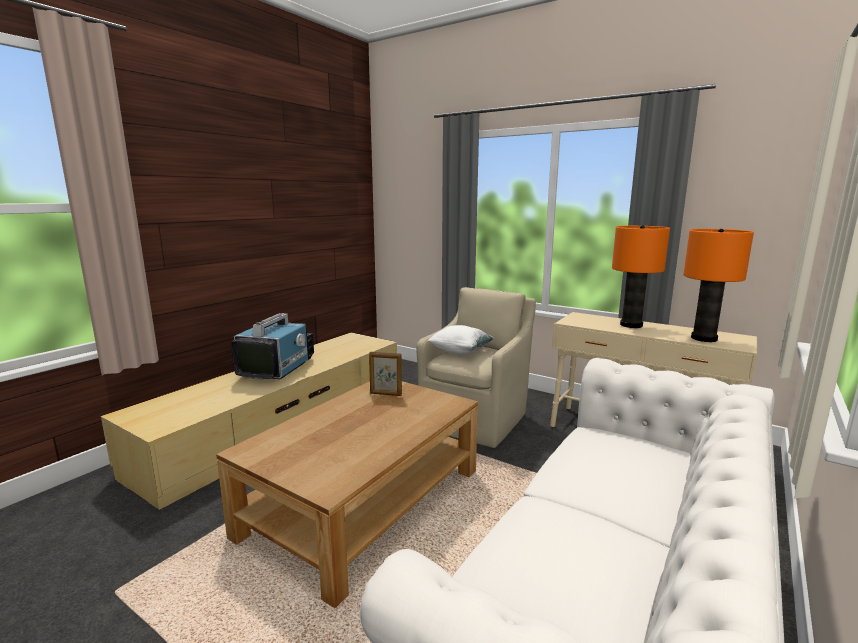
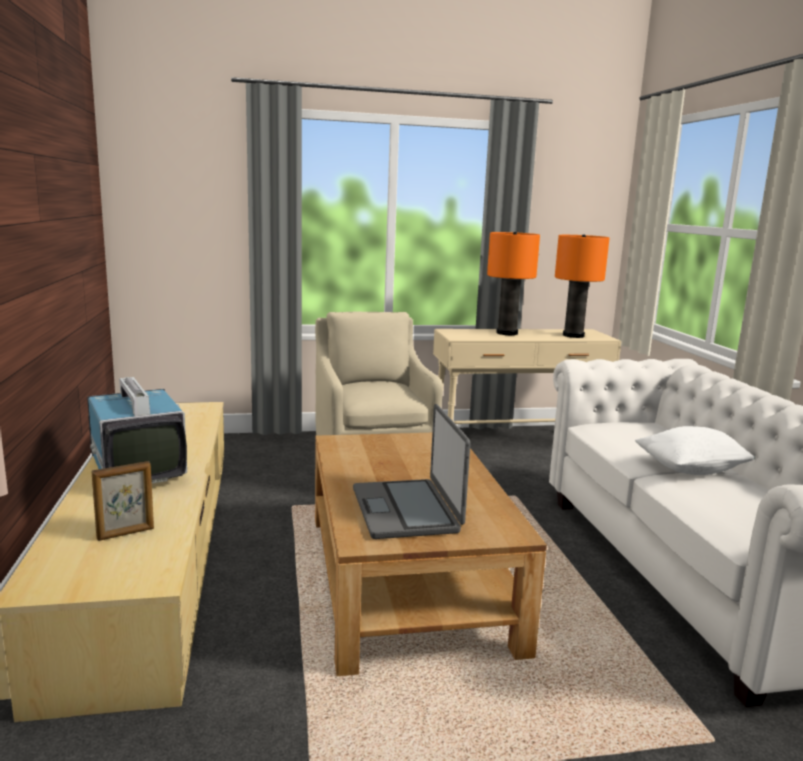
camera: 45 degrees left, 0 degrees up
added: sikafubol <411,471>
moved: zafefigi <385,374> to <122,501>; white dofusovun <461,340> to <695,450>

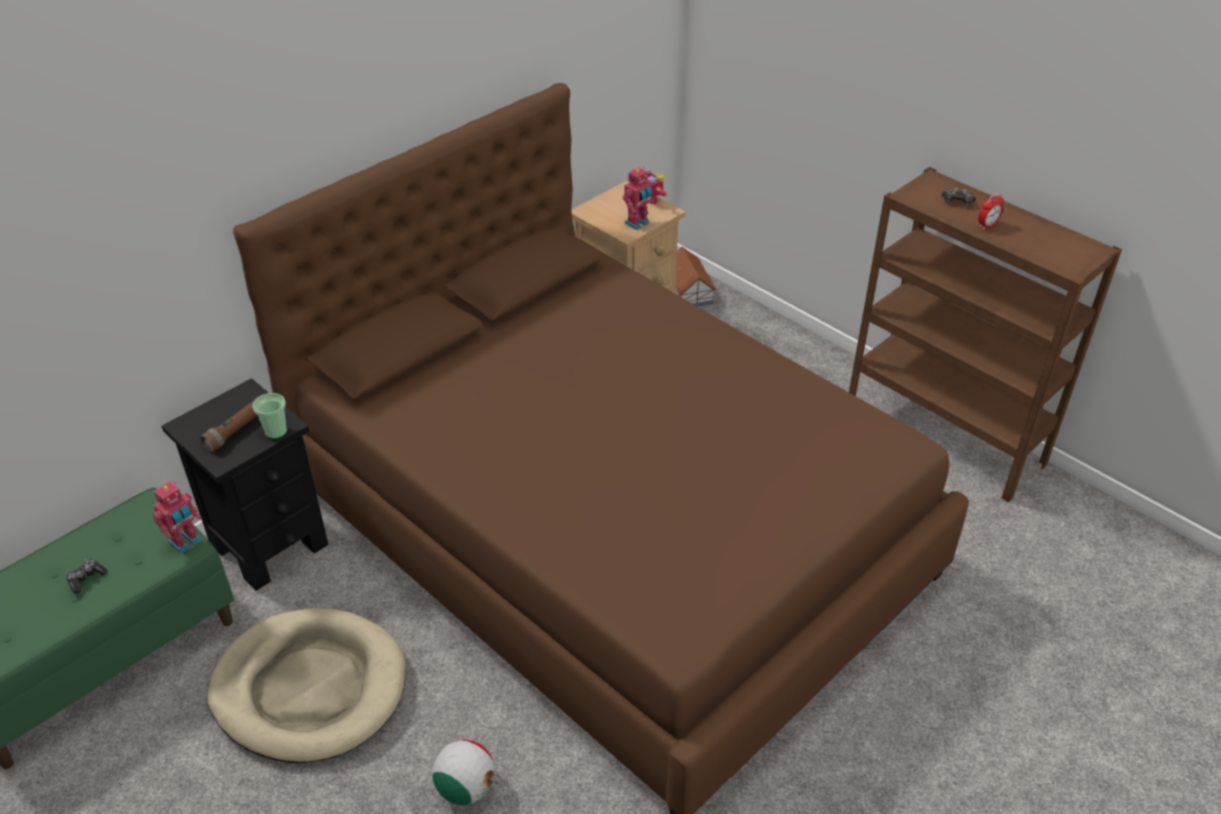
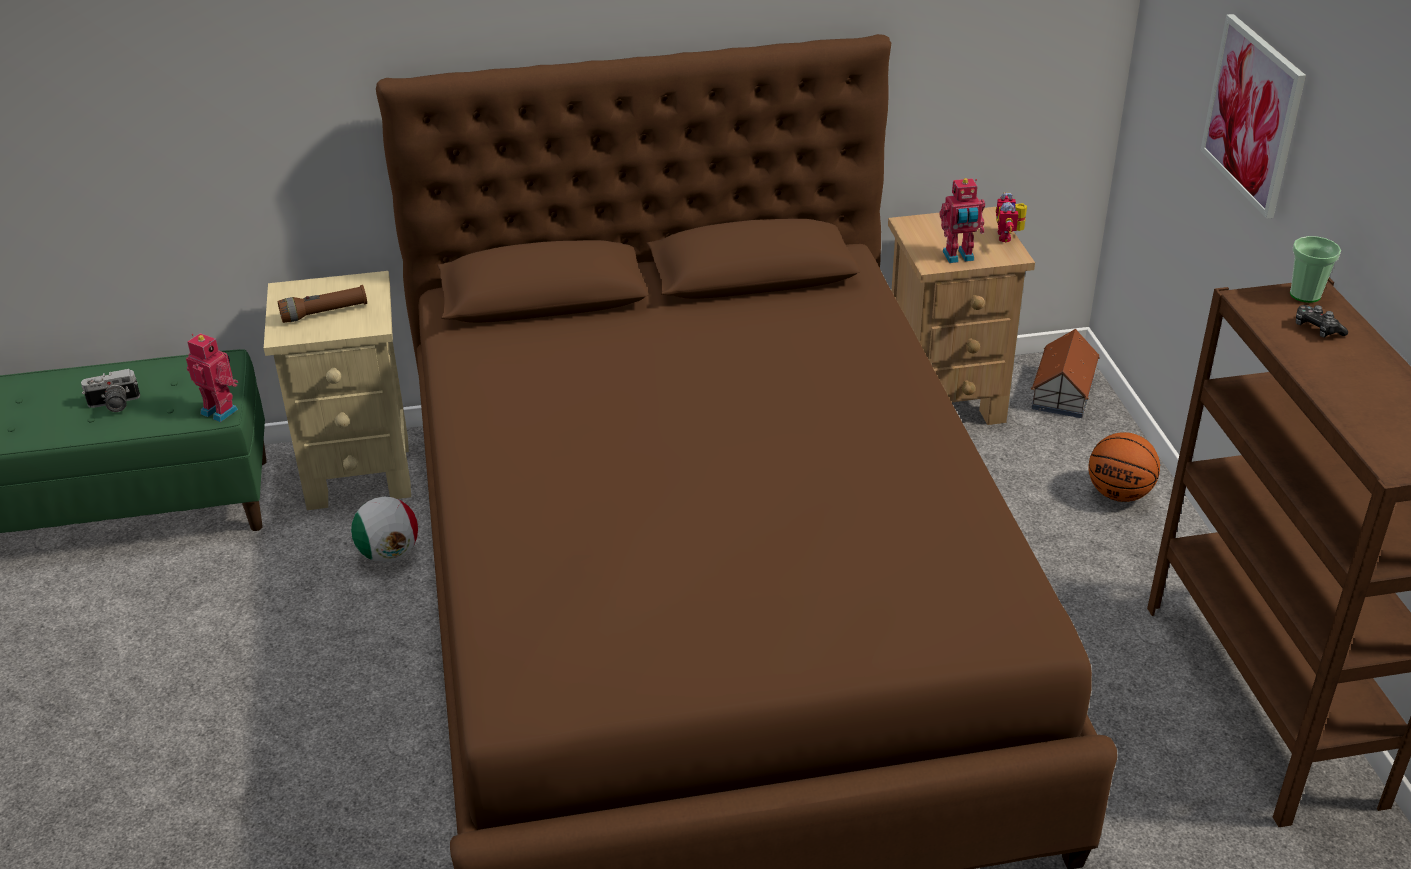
camera: 35 degrees right, 5 degrees down
removed: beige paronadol <306,685>; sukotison <991,211>
added: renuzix <1124,467>; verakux <1253,116>
moved: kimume <270,416> to <1315,269>; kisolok <463,772> to <384,529>
replaced: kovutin <86,576> to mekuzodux <110,390>
recoloured: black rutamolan <245,484> to beige rutamolan <337,390>
turned: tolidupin <177,517> = <212,377> 135 degrees counterclockwise

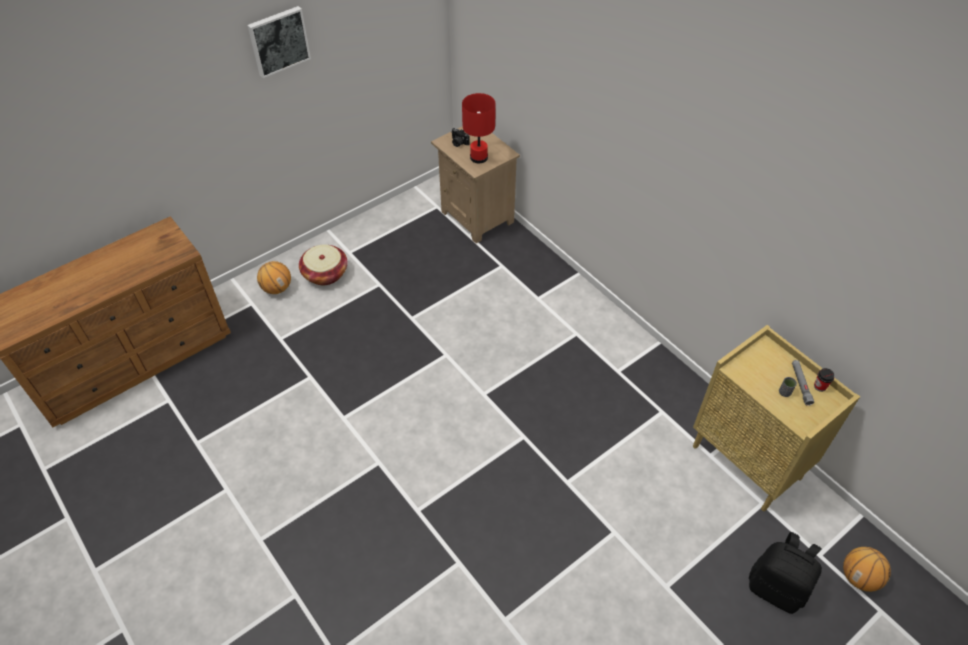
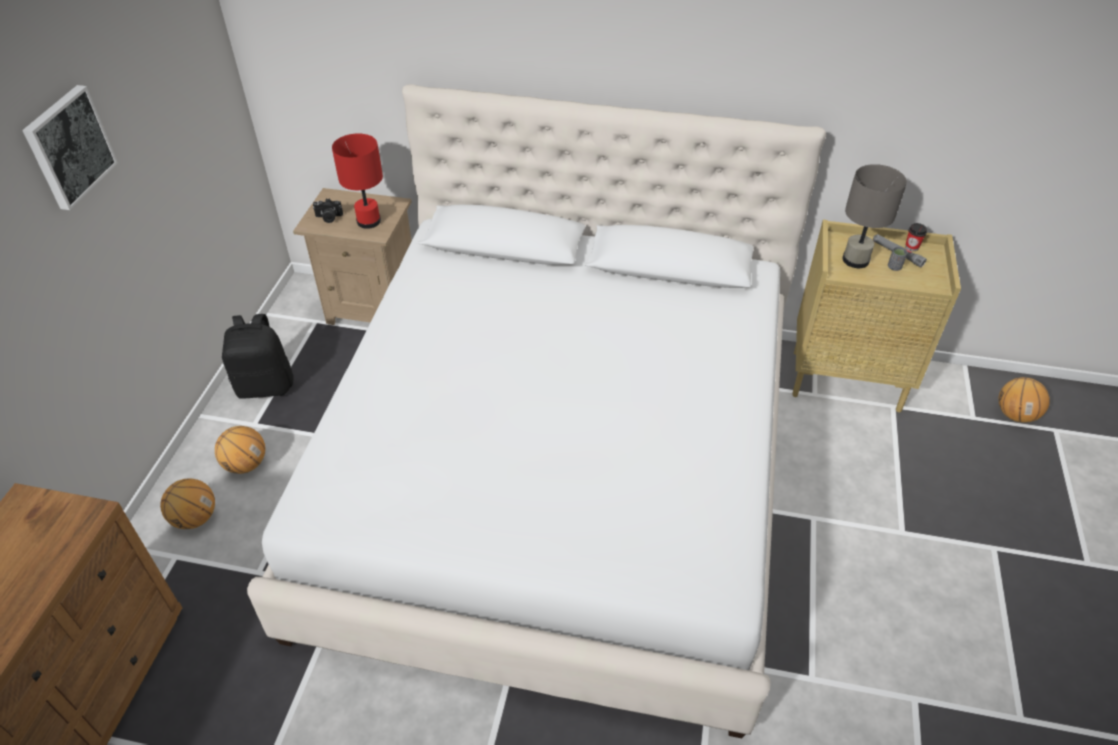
camera: 40 degrees left, 5 degrees down
added: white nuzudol <536,411>; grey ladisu <875,216>
moved: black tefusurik <785,573> to <258,356>
replaced: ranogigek <323,264> to renuzix <240,450>

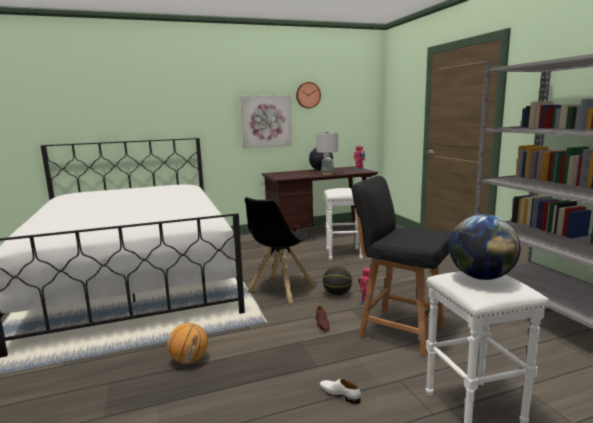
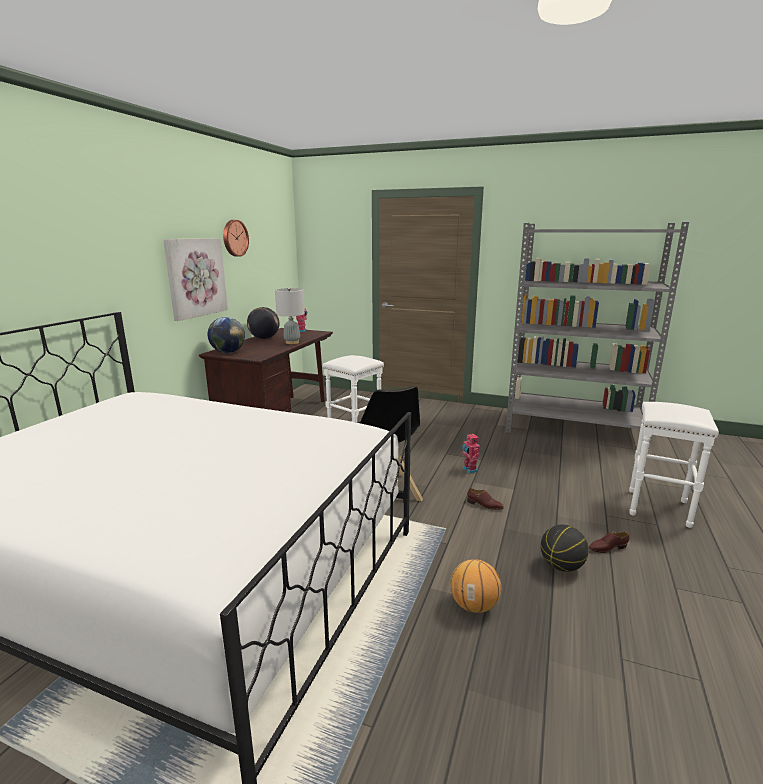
camera: 50 degrees left, 5 degrees up
removed: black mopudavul <402,266>
moved: renuzix <337,281> to <565,548>; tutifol <485,247> to <226,335>
recoloured: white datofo <340,391> to brown datofo <608,542>

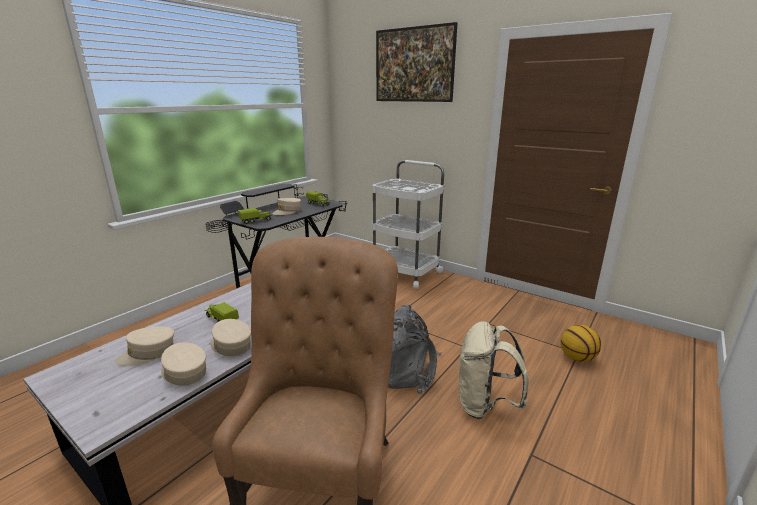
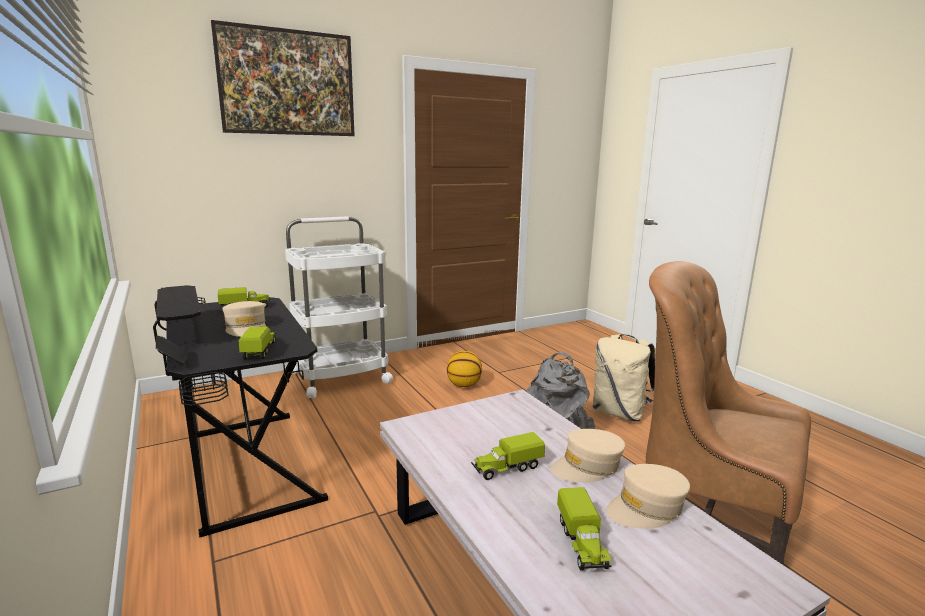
camera: 65 degrees left, 5 degrees down
moved: renuzix <580,343> to <464,369>
replaced: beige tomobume <144,346> to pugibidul <584,529>

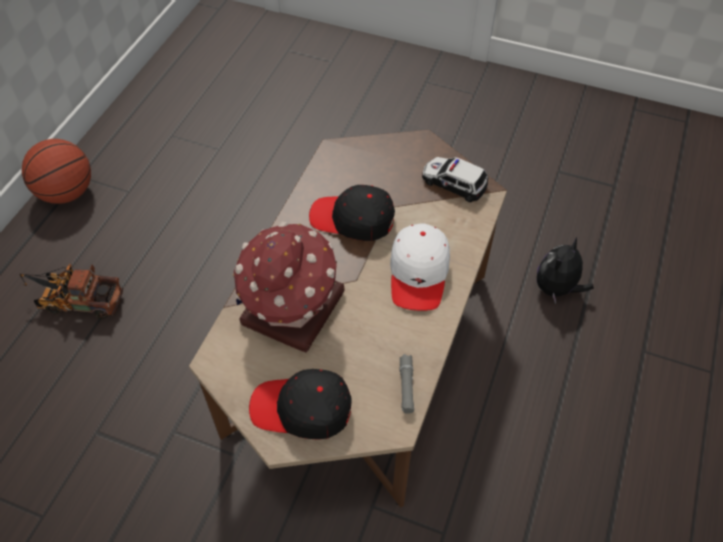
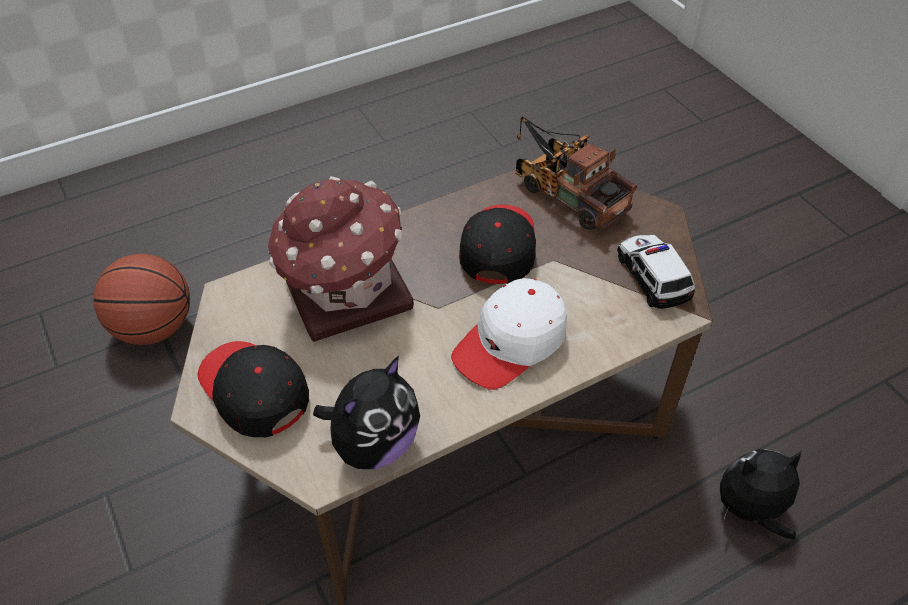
camera: 40 degrees right, 5 degrees down
moved: pugibidul <71,291> to <576,173>; renuzix <56,171> to <142,299>
replaced: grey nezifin <406,384> to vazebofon <366,412>
turned: black tomobume <352,213> = <497,244> 45 degrees clockwise

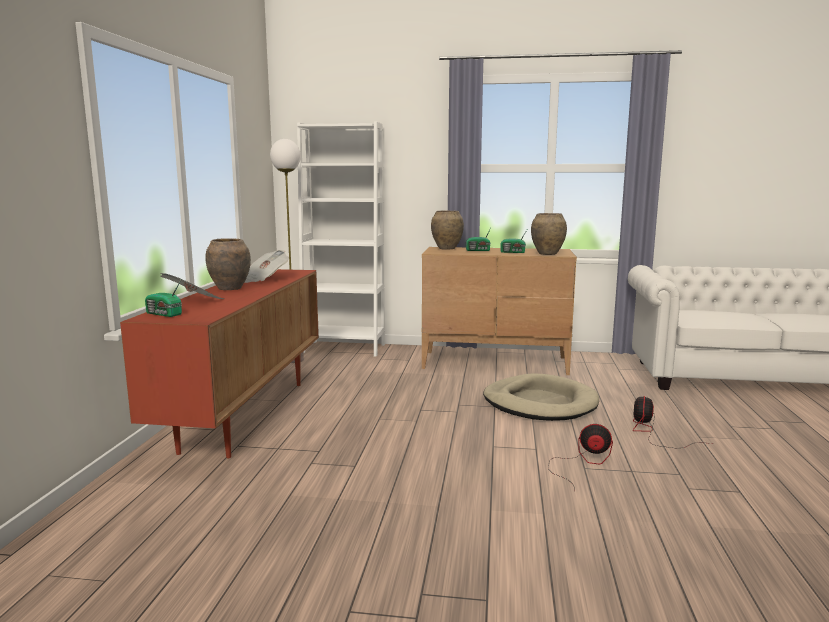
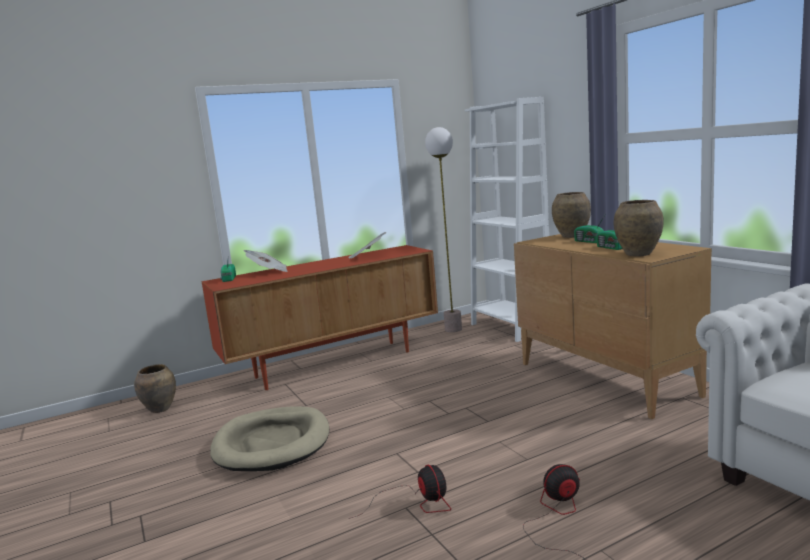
camera: 55 degrees right, 0 degrees up
moved: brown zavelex <228,264> to <155,388>; beige paronadol <541,397> to <269,438>

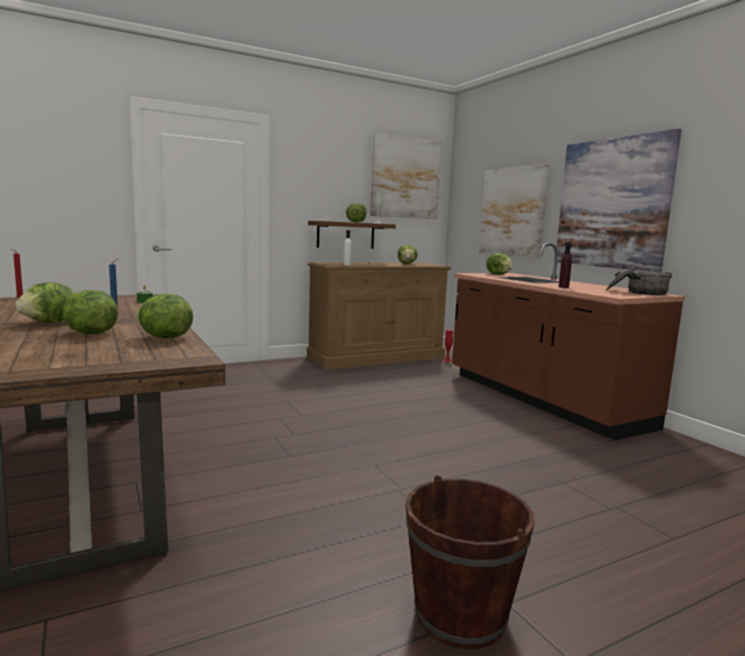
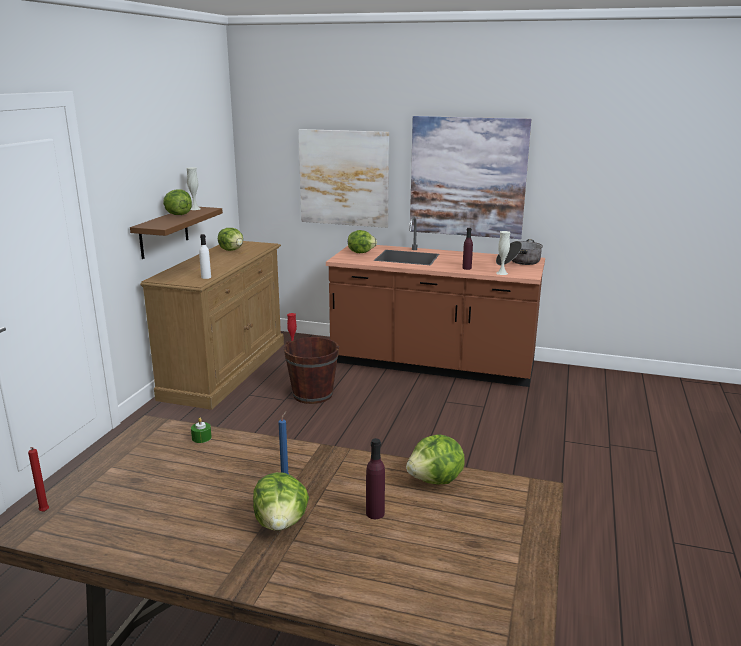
camera: 45 degrees left, 10 degrees up
removed: verakux <406,176>
added: white zavelex <503,253>
moved: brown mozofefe <470,562> to <311,370>
replaced: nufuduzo <90,312> to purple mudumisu <375,478>

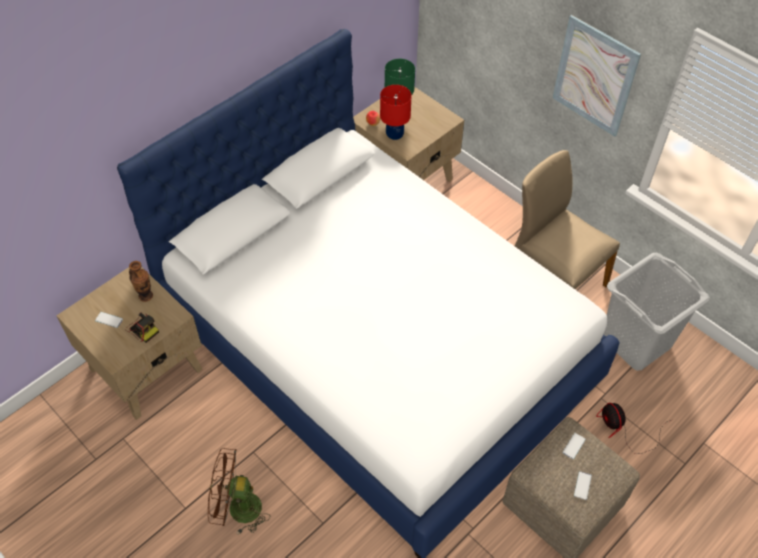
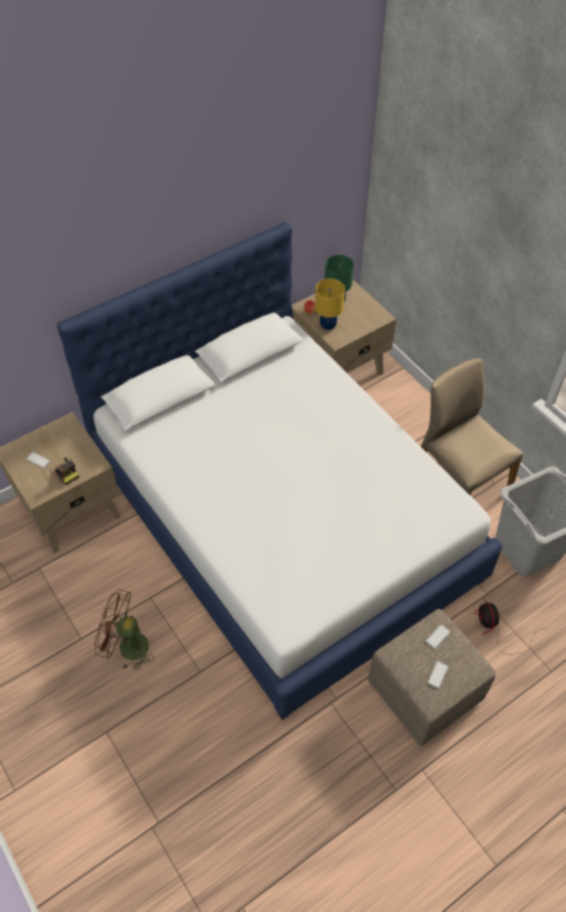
camera: 10 degrees right, 0 degrees up
removed: zavelex <141,281>; verakux <596,76>
recoloured: red ladisu <396,112> to yellow ladisu <330,304>

